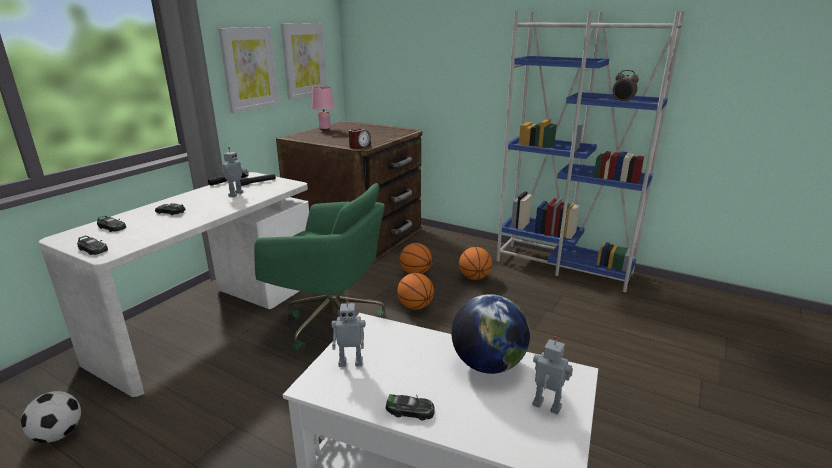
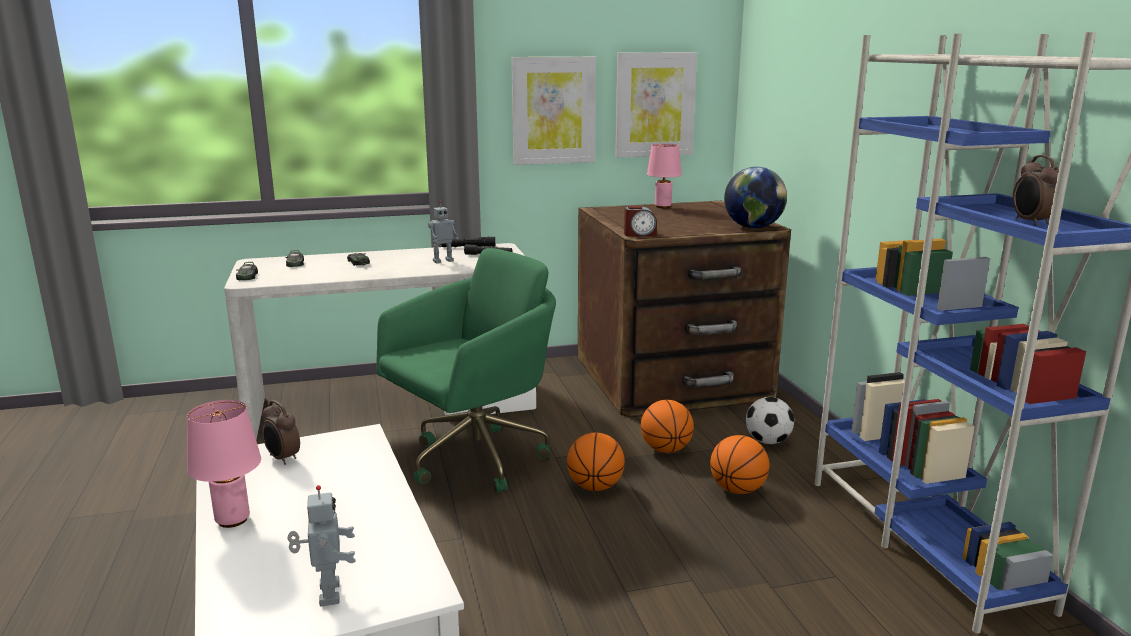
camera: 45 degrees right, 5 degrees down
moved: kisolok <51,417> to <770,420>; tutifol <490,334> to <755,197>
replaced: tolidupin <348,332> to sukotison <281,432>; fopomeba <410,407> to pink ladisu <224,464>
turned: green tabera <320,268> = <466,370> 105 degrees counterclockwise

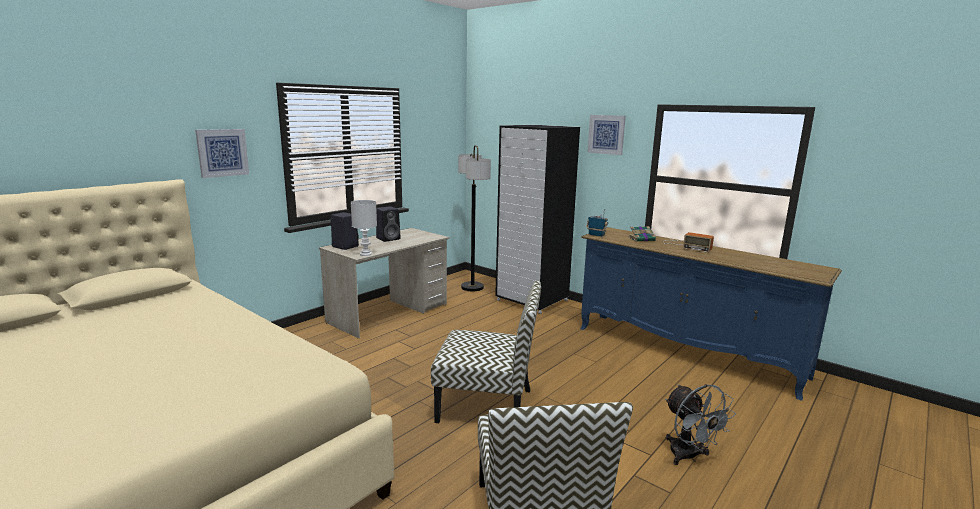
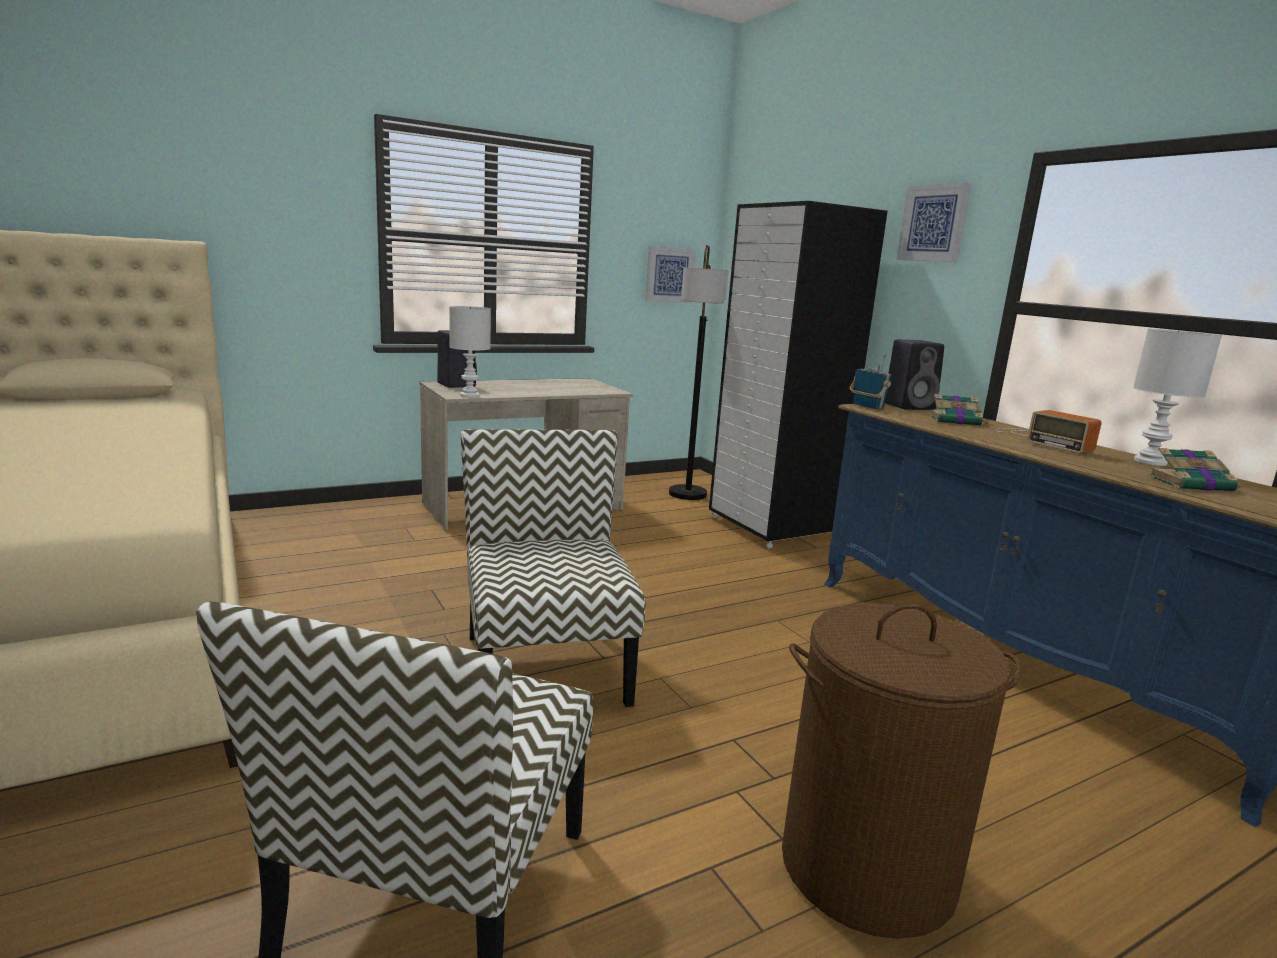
camera: 20 degrees right, 0 degrees up
added: white ladisu <1177,397>; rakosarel <1193,470>
moved: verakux <222,153> to <670,274>; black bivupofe <388,224> to <914,374>
replaced: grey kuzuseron <700,424> to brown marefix <902,771>
turned: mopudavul <486,352> = <553,568> 135 degrees counterclockwise

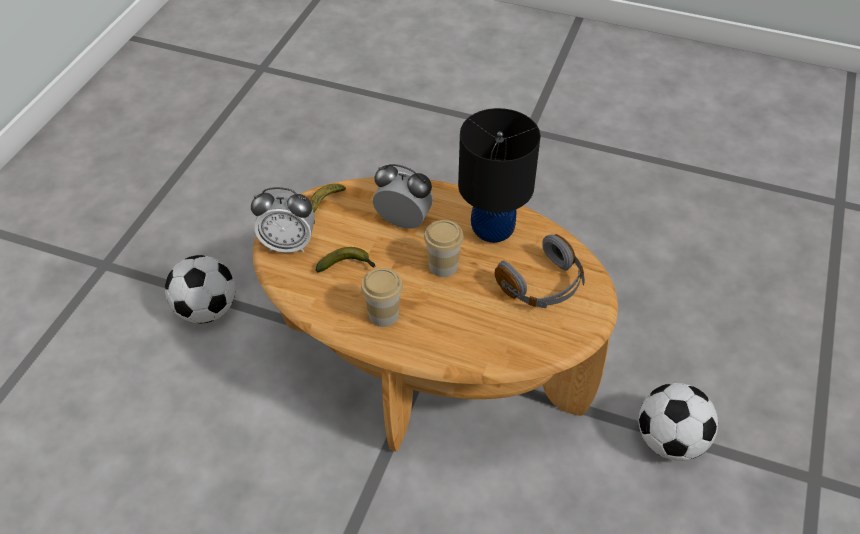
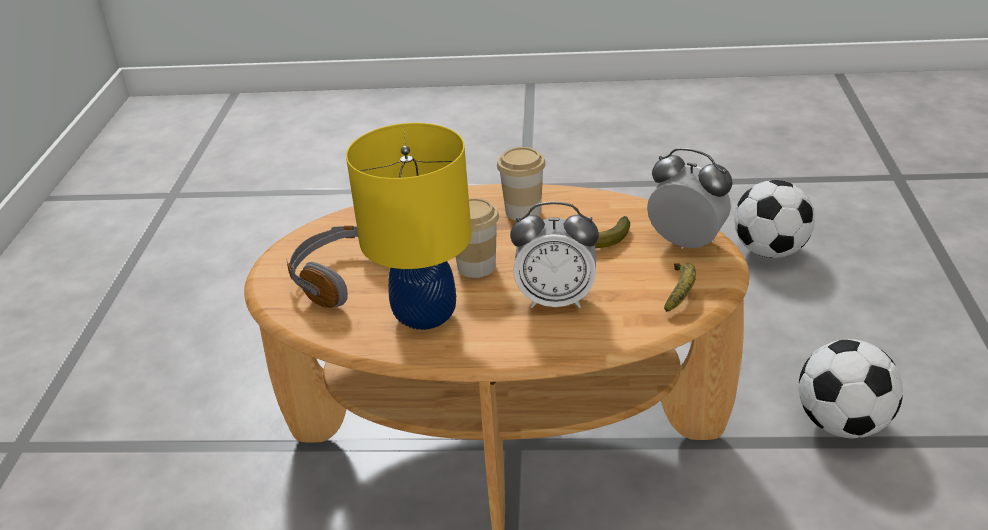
camera: 165 degrees right, 15 degrees down
moved: kisolok <678,422> to <774,219>
recoloured: black ladisu <499,175> to yellow ladisu <409,226>
turned: sukotison <283,220> = <690,198> 45 degrees clockwise

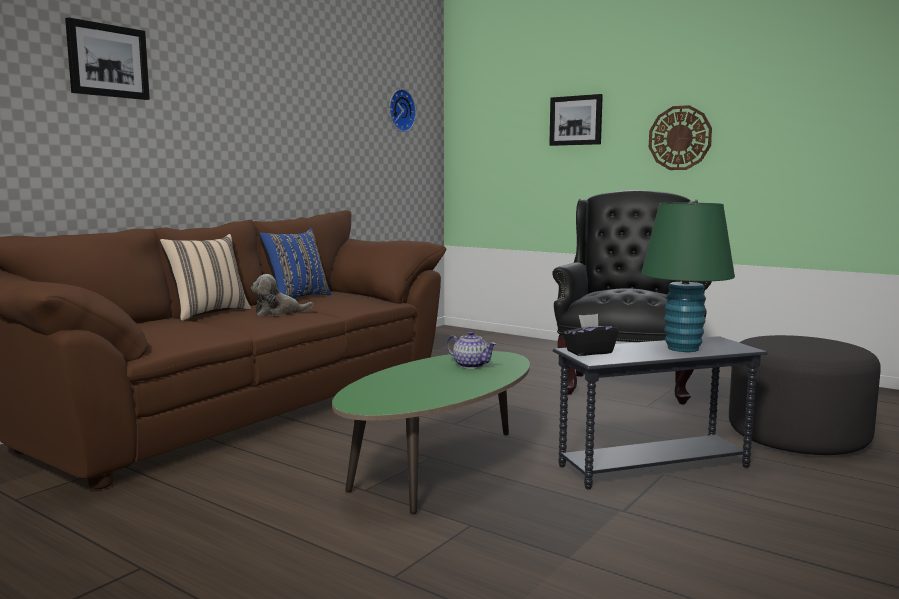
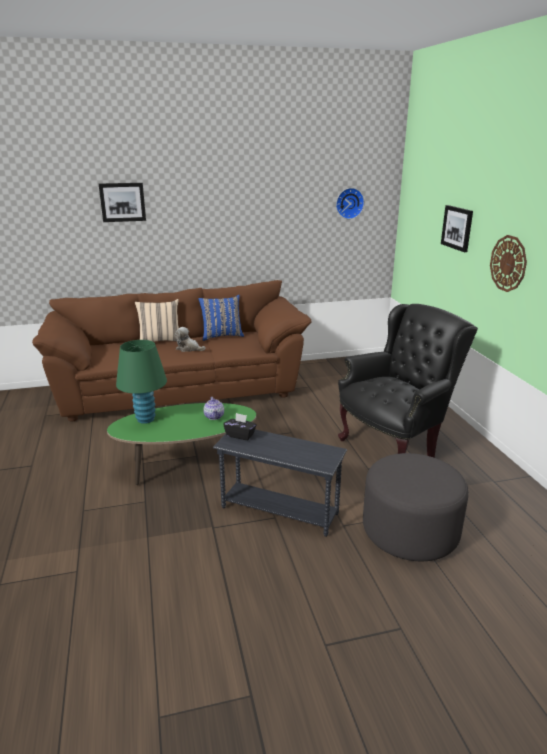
camera: 40 degrees right, 15 degrees up
moved: green ladisu <688,277> to <141,382>

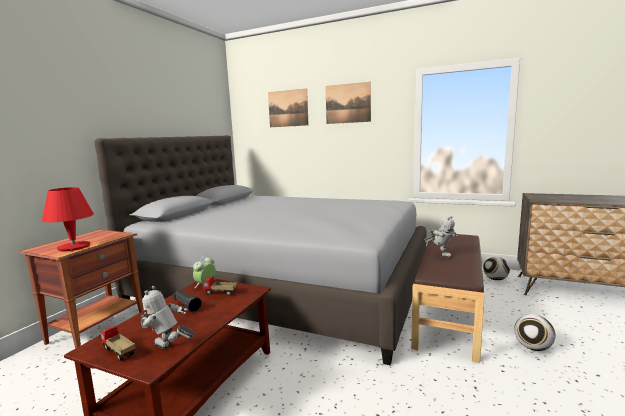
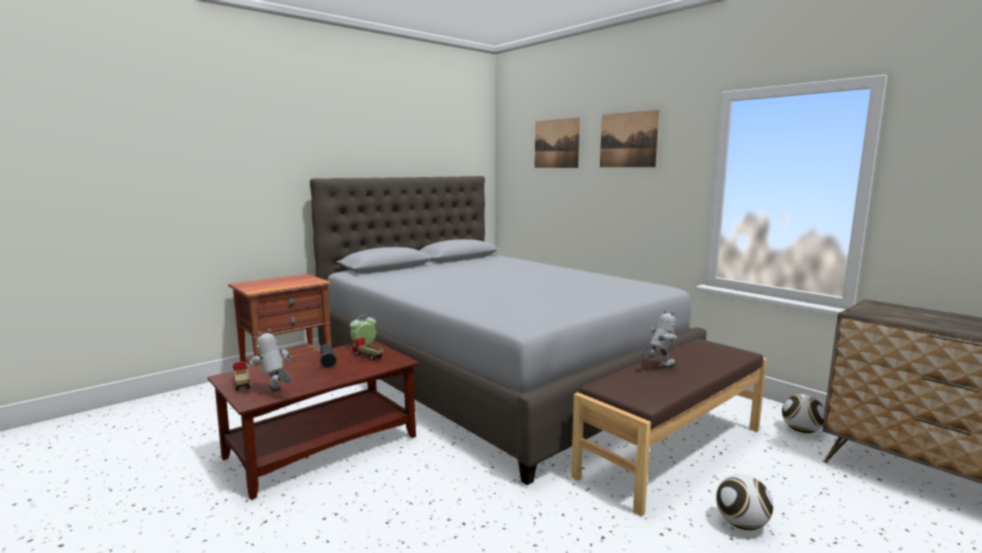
camera: 25 degrees right, 0 degrees up
removed: red ladisu <68,219>
turned: tolidupin <441,237> = <659,339> 105 degrees counterclockwise

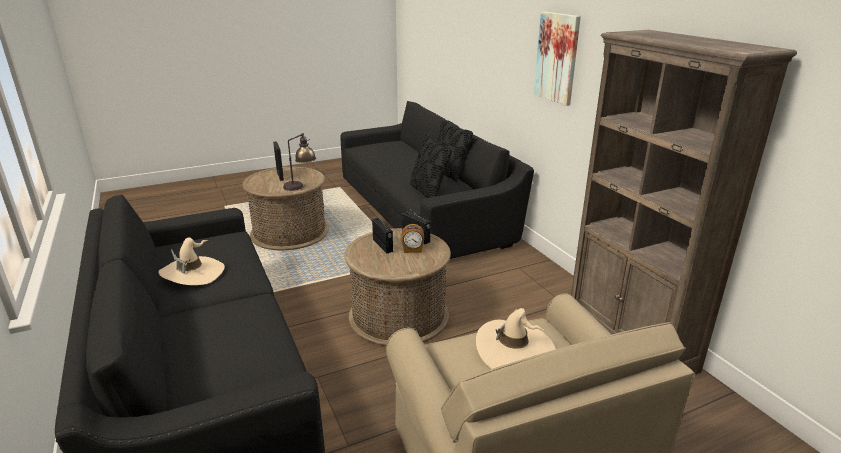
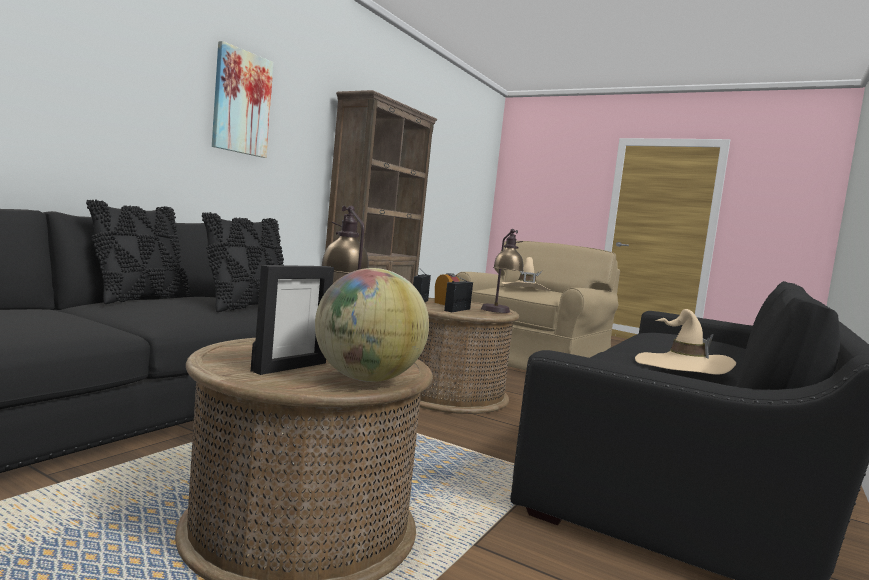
camera: 125 degrees left, 20 degrees down
added: tutifol <372,325>; ladisu <502,271>

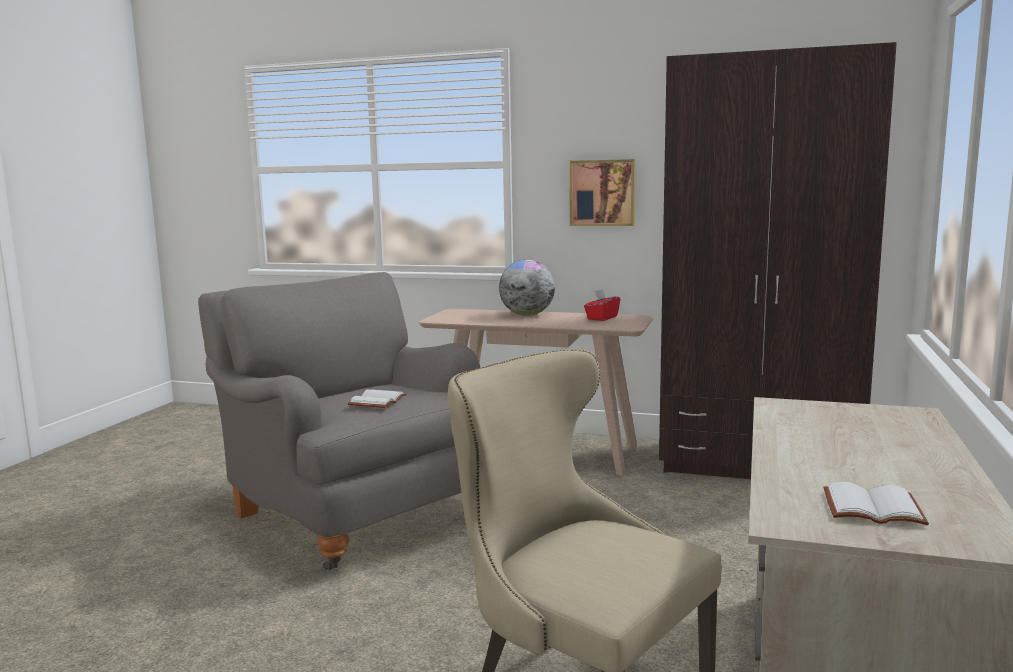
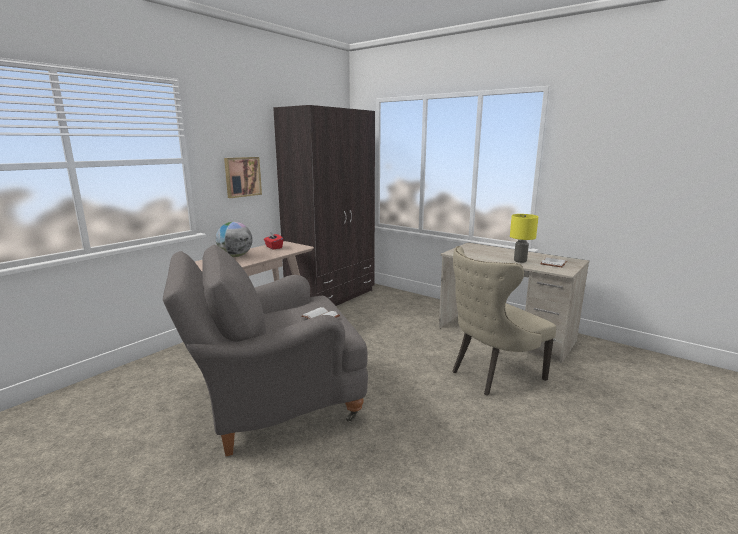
camera: 70 degrees left, 5 degrees up
added: yellow ladisu <524,238>

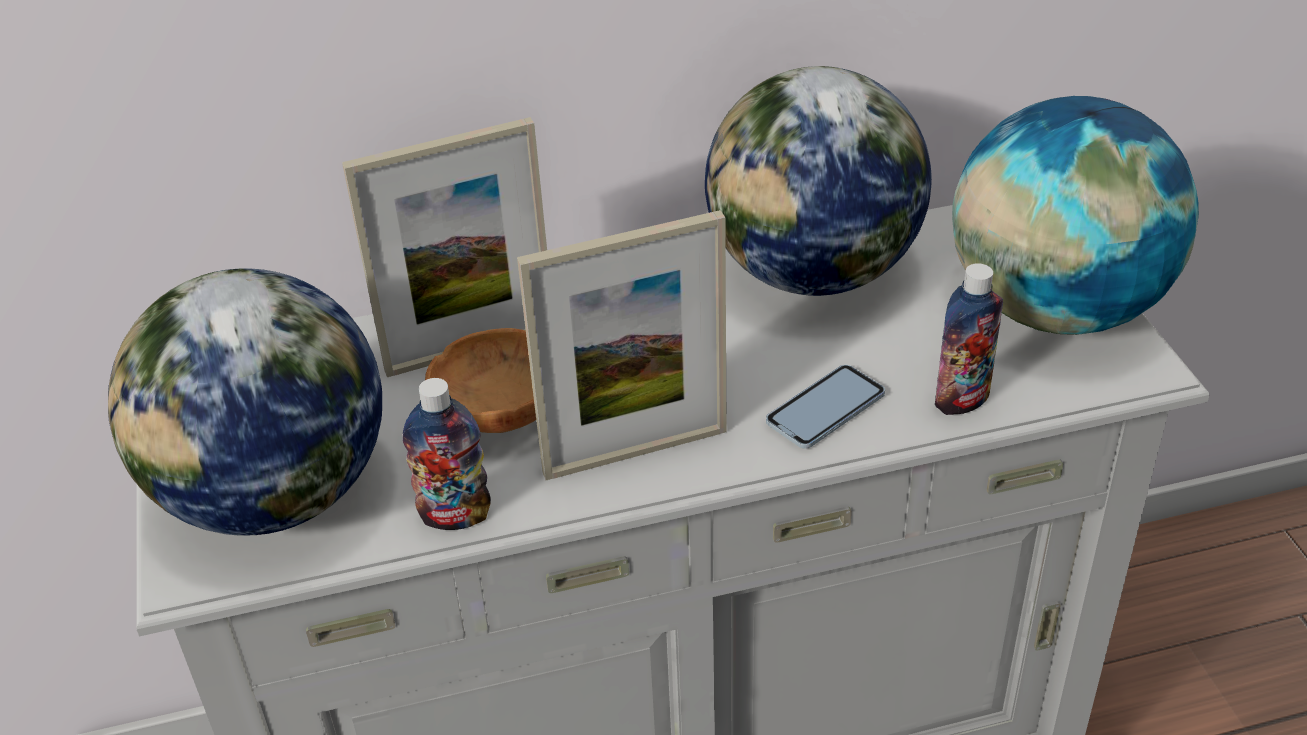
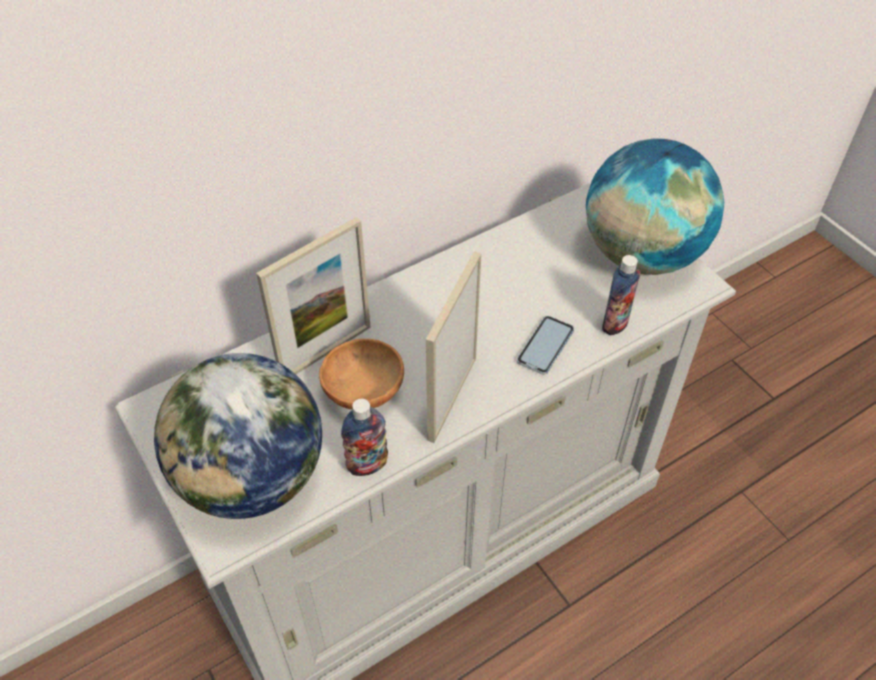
camera: 20 degrees left, 10 degrees up
removed: tutifol <818,181>
turned: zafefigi <622,345> = <453,347> 150 degrees clockwise

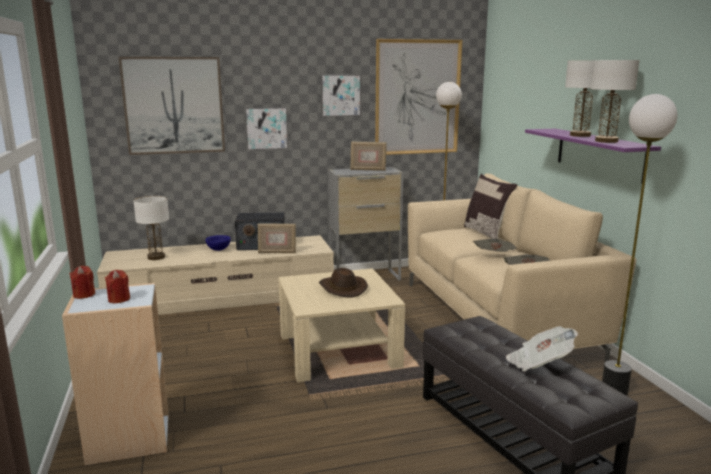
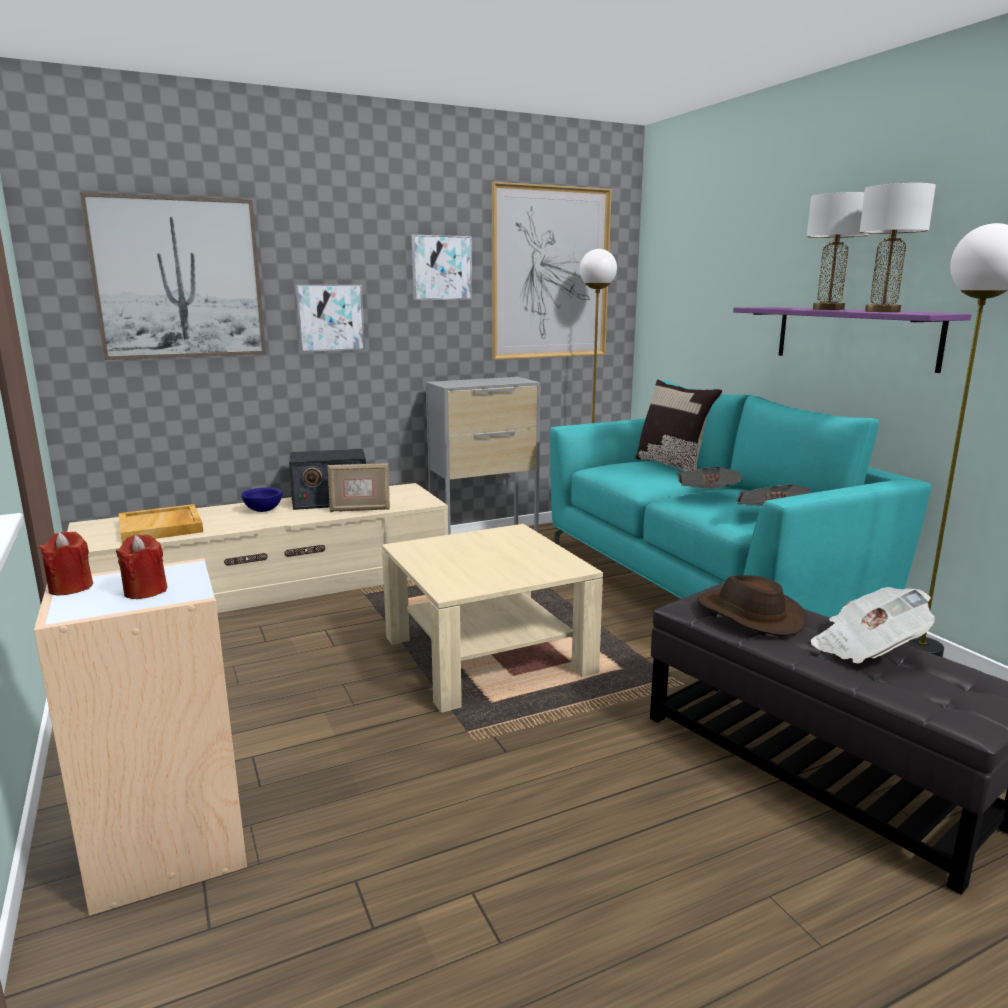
camera: 10 degrees left, 0 degrees up
removed: zafefigi <368,156>
moved: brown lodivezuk <343,283> to <752,605>
replaced: ladisu <151,228> to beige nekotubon <161,523>
recoloured: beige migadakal <522,268> to turquoise migadakal <740,499>

